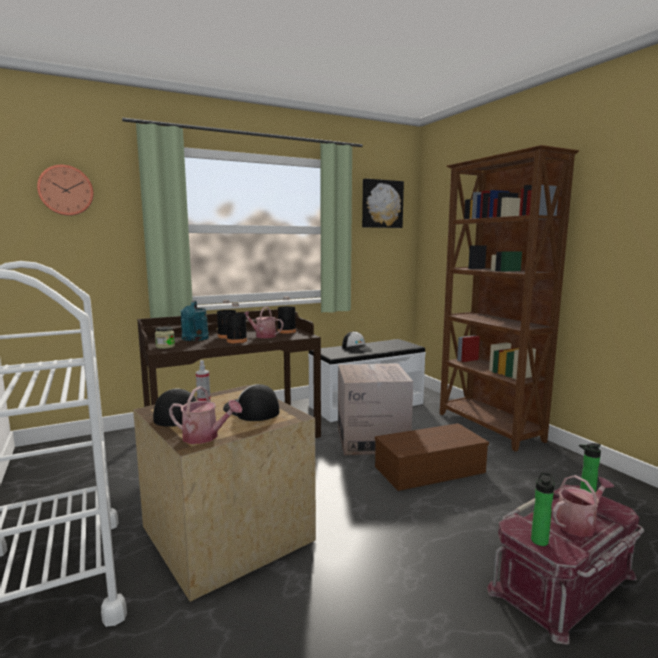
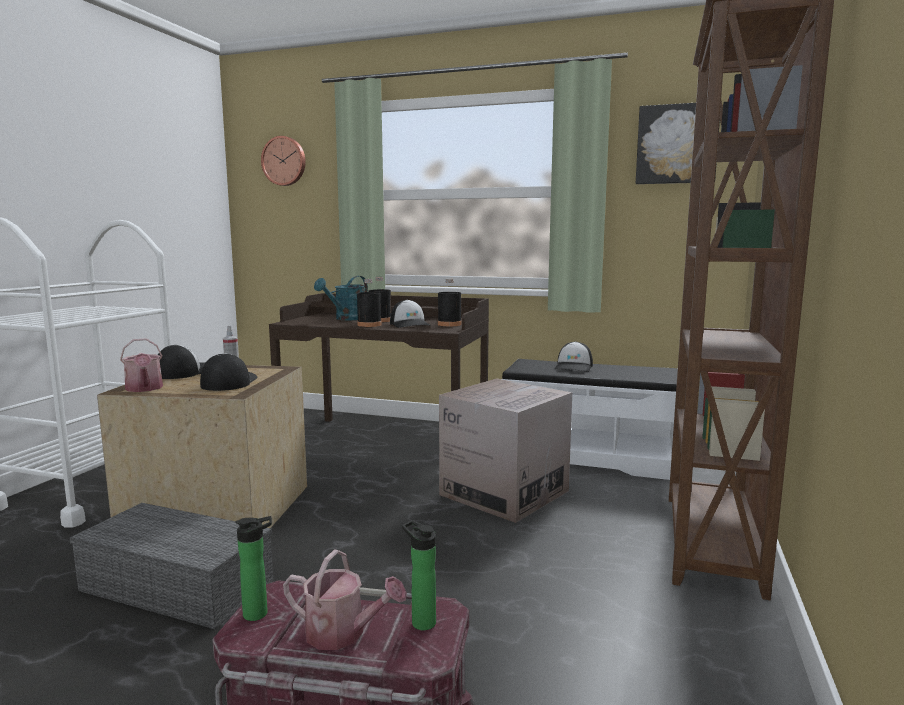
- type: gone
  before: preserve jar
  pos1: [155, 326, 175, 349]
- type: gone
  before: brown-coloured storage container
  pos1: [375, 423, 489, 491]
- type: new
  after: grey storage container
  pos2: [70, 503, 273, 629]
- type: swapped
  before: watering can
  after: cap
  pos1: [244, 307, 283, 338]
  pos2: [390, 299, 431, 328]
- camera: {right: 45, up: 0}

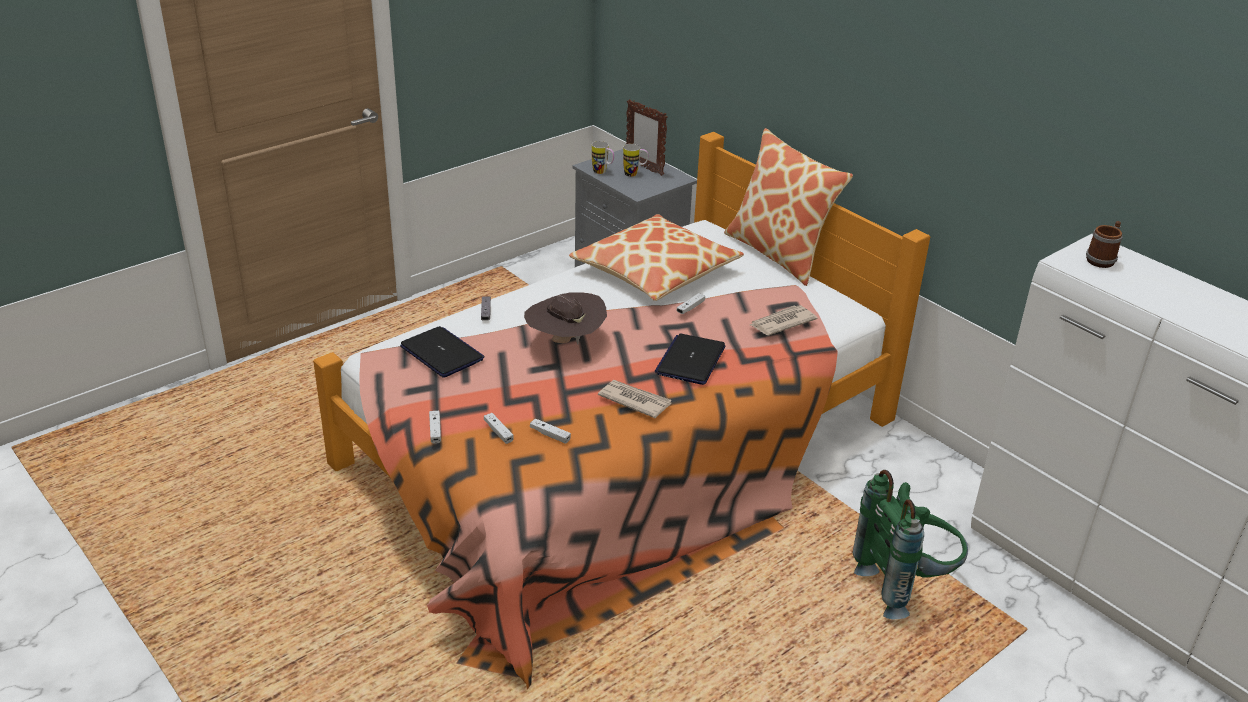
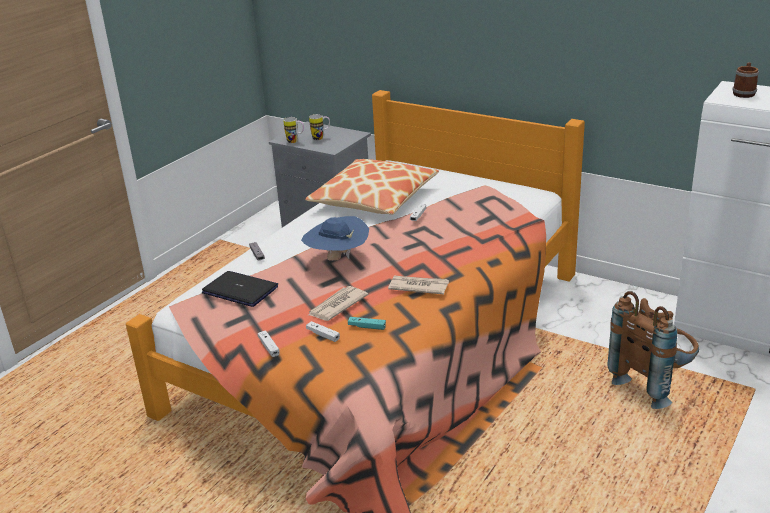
- type: gone
  before: photo frame
  pos1: [626, 99, 668, 176]
- type: gone
  before: laptop
  pos1: [655, 334, 726, 385]
- type: gone
  before: throw pillow
  pos1: [724, 128, 853, 286]
- type: shifted
  before: newspaper
  pos1: [750, 305, 817, 335]
  pos2: [308, 286, 368, 321]
- type: repainted
  before: brown-coloured clothing hat
  after: blue-coloured clothing hat
  pos1: [524, 292, 607, 345]
  pos2: [301, 216, 369, 261]
- type: repainted
  before: white-coloured joypad
  after: turquoise-coloured joypad
  pos1: [530, 418, 571, 444]
  pos2: [348, 317, 386, 330]
- type: repainted
  before: greenish knapsack
  after: brown-coloured knapsack
  pos1: [853, 470, 968, 619]
  pos2: [607, 291, 699, 409]
- camera: {right: -15, up: -5}

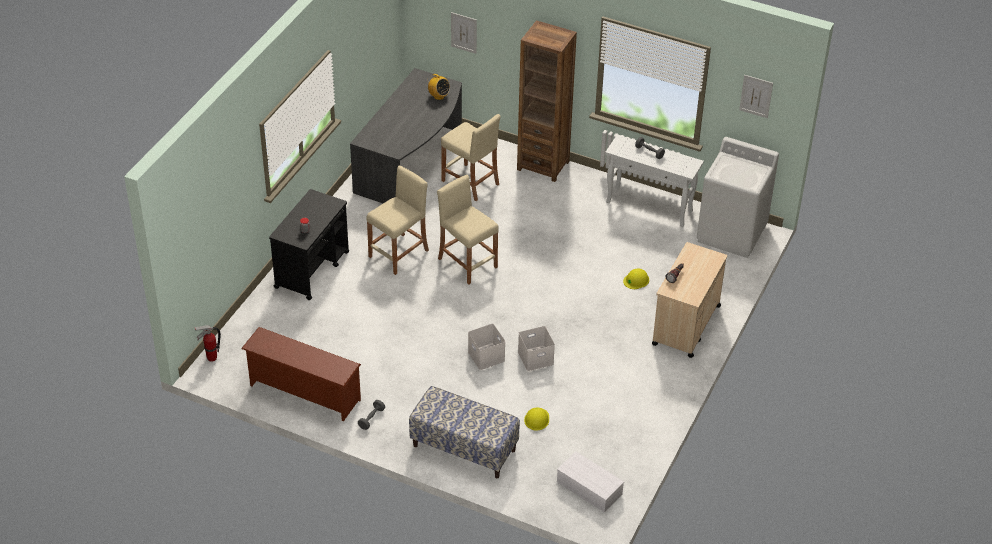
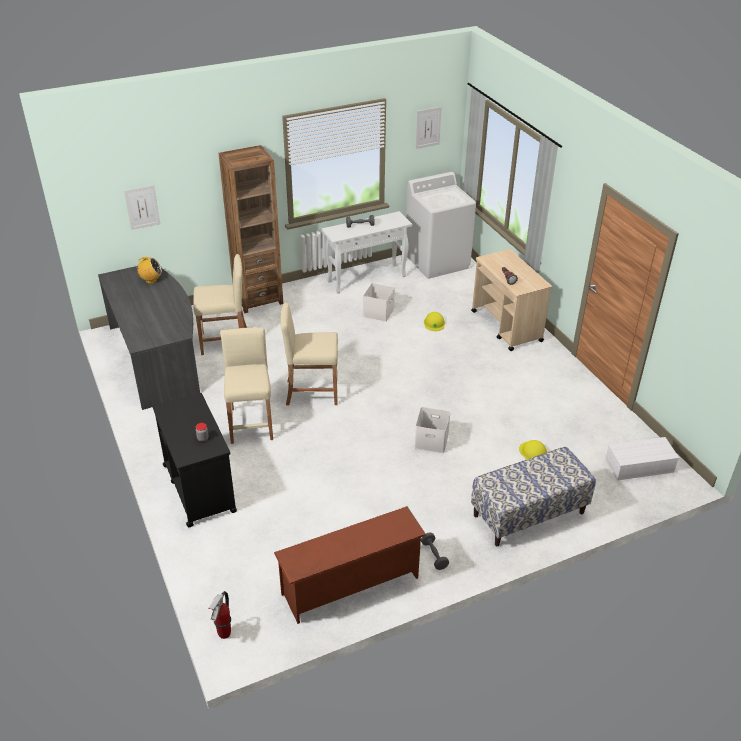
- type: shifted
  before: white-coloured storage container
  pos1: [518, 326, 555, 371]
  pos2: [363, 283, 395, 322]
- camera: {right: -50, up: -5}

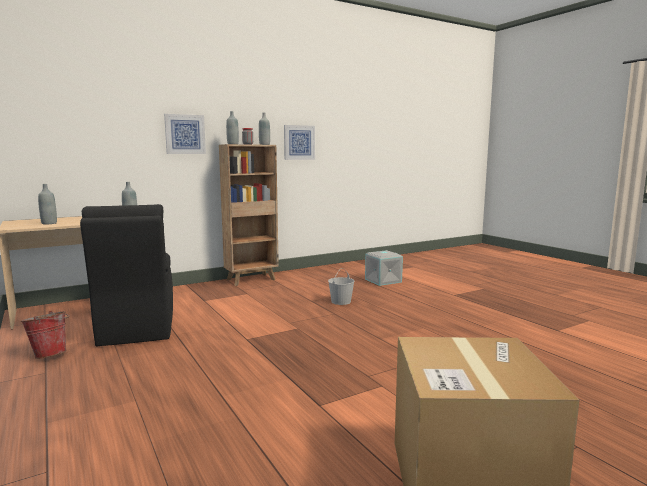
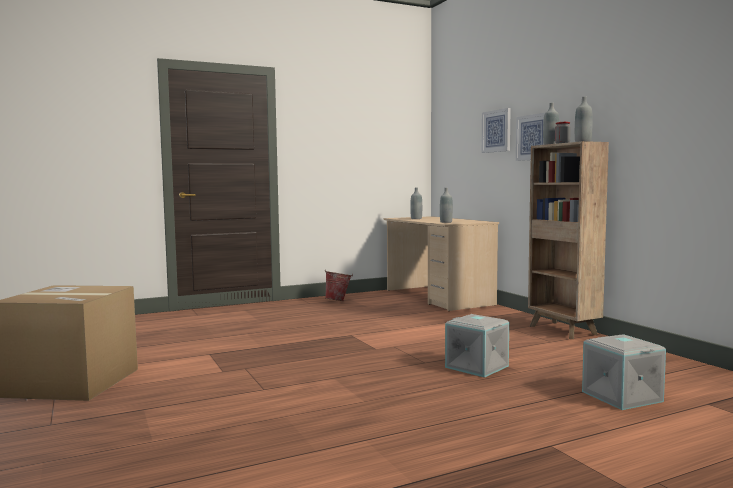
- type: gone
  before: blackish upright chair
  pos1: [80, 204, 173, 346]
- type: shifted
  before: picture
  pos1: [284, 125, 315, 160]
  pos2: [482, 108, 511, 153]
- type: swapped
  before: white-coloured pail
  after: grey storage container
  pos1: [328, 268, 355, 305]
  pos2: [445, 314, 509, 378]
- camera: {right: 95, up: -5}

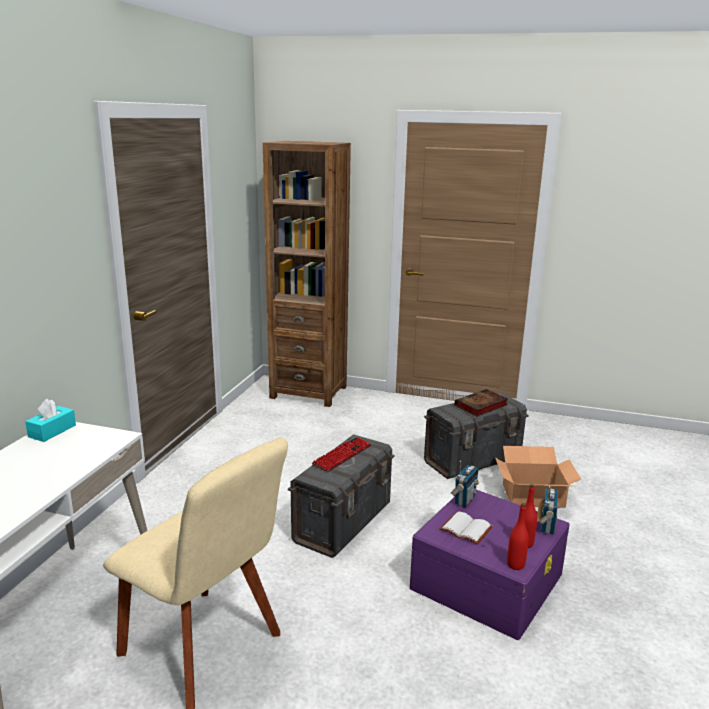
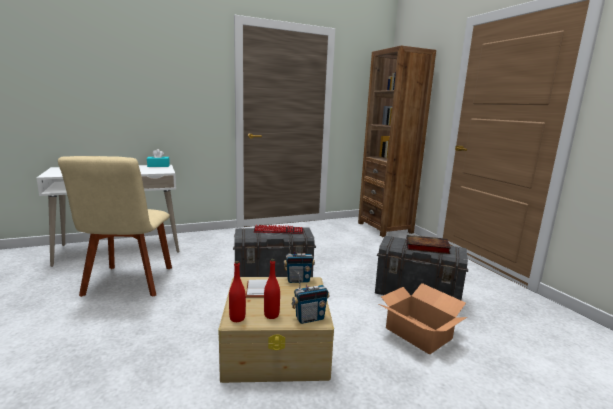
- type: repainted
  before: purple-coloured storage container
  after: beige storage container
  pos1: [410, 490, 570, 640]
  pos2: [218, 277, 334, 383]
- camera: {right: 50, up: -5}

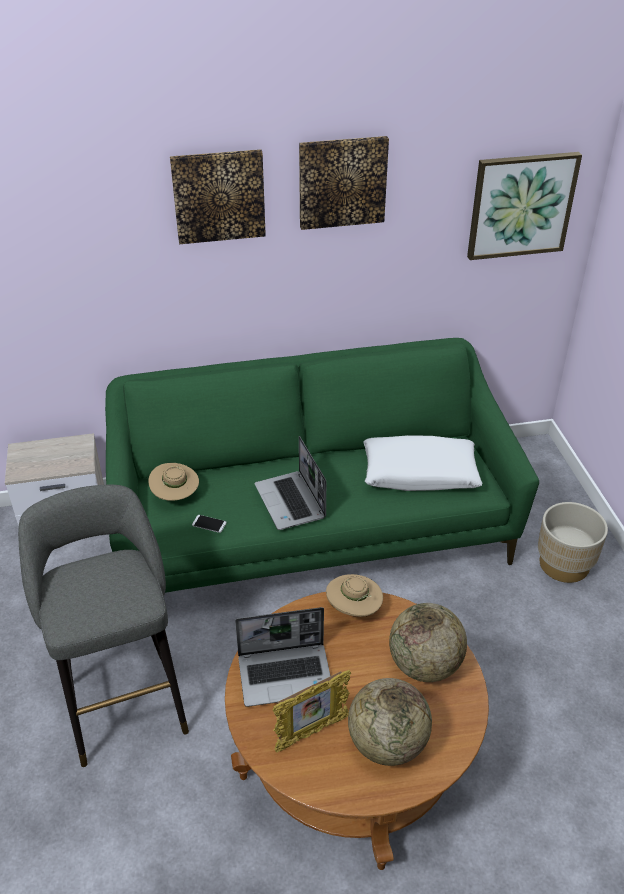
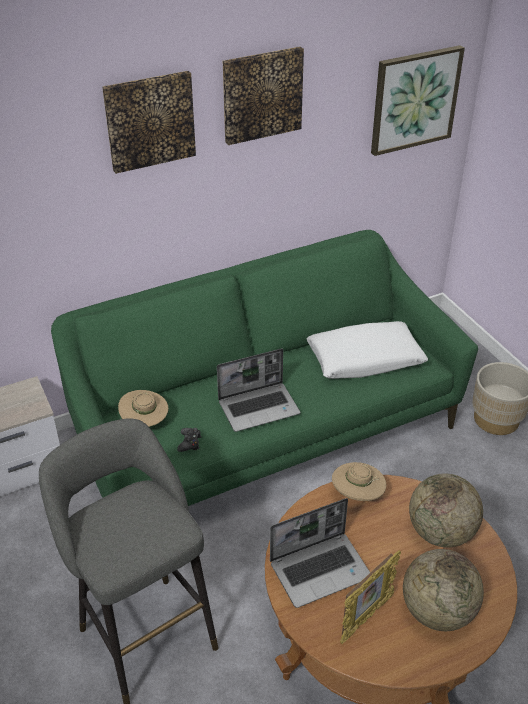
- type: swapped
  before: handset
  after: blackish joypad
  pos1: [192, 515, 227, 533]
  pos2: [177, 428, 201, 452]
- type: rotated
  before: laptop
  pos1: [255, 436, 326, 530]
  pos2: [217, 348, 300, 432]
  turn: -75
- camera: {right: -15, up: 0}

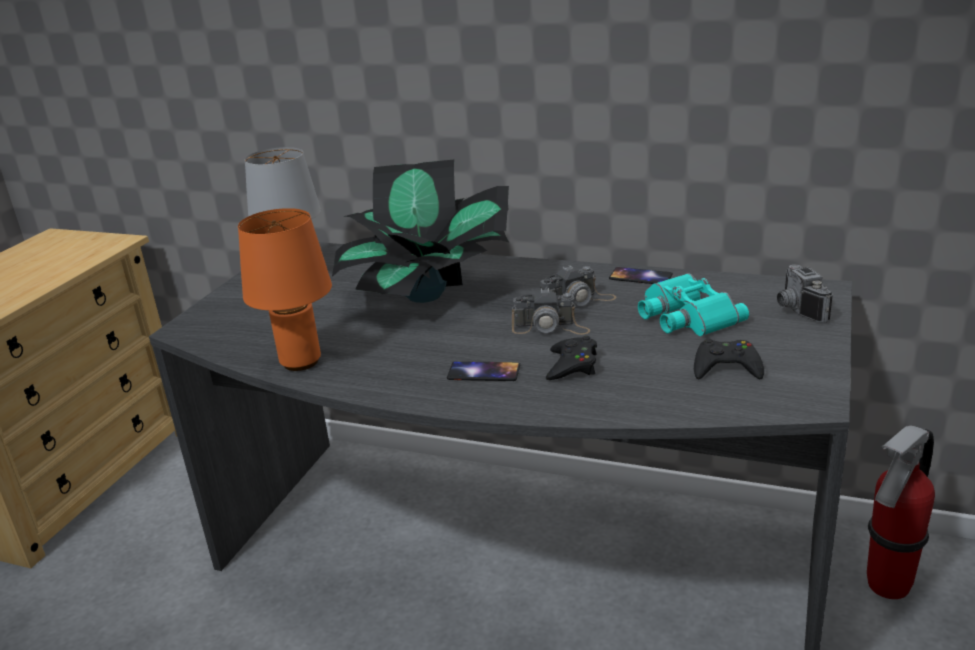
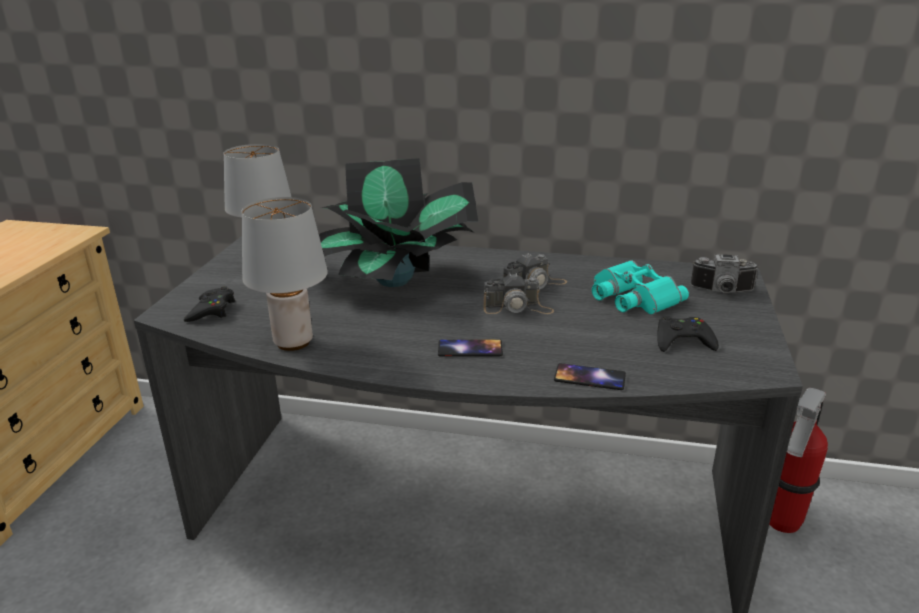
- type: shifted
  before: blackish joypad
  pos1: [546, 336, 597, 380]
  pos2: [184, 286, 235, 322]
- type: shifted
  before: handset
  pos1: [609, 267, 673, 284]
  pos2: [554, 363, 626, 390]
- type: repainted
  before: orangey lamp for a table
  after: grey lamp for a table
  pos1: [238, 208, 332, 371]
  pos2: [241, 197, 328, 351]
- type: rotated
  before: still camera
  pos1: [777, 264, 832, 323]
  pos2: [691, 254, 759, 293]
  turn: -60
- camera: {right: -10, up: 0}

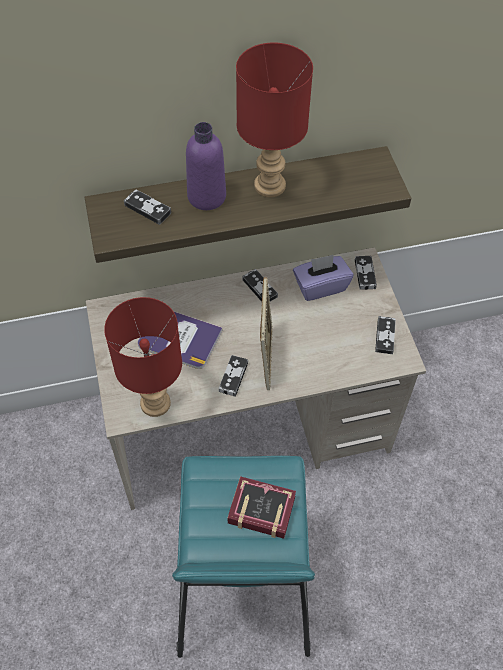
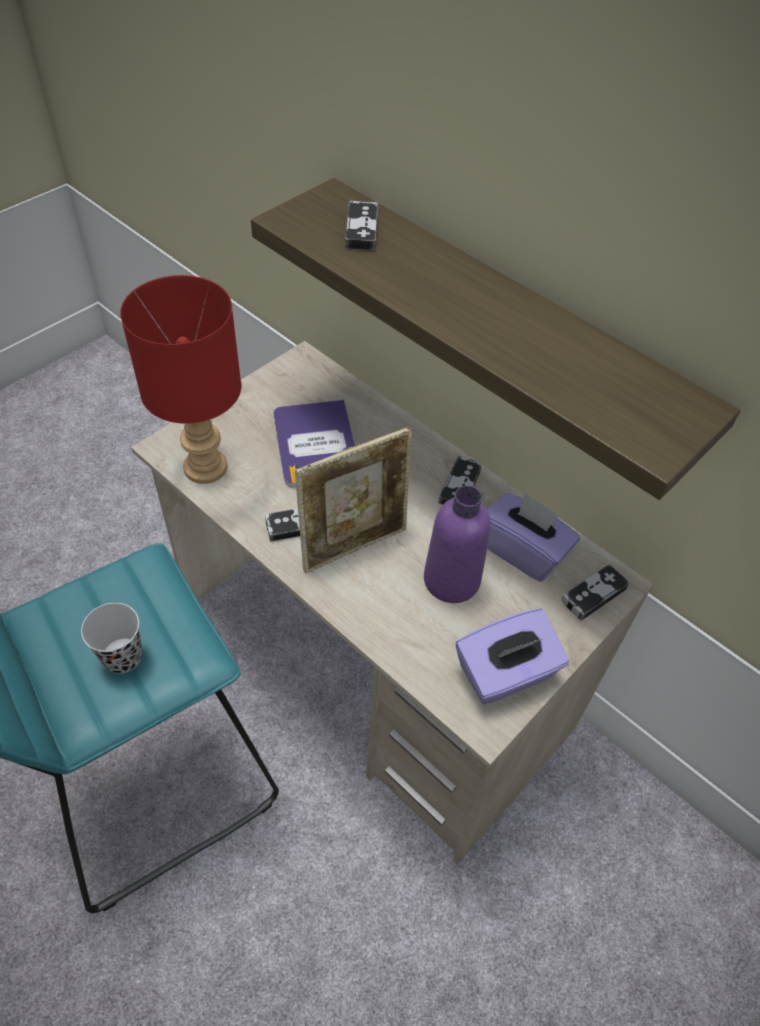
- type: gone
  before: red lamp for a table
  pos1: [236, 42, 313, 197]
- type: shifted
  before: purple-coloured beverage bottle
  pos1: [186, 122, 226, 210]
  pos2: [424, 486, 491, 603]
- type: swapped
  before: volume
  after: blackish cup
  pos1: [227, 476, 296, 539]
  pos2: [81, 603, 142, 674]
- type: swapped
  before: joypad
  after: purple-coloured tissue box
  pos1: [375, 316, 396, 354]
  pos2: [456, 608, 569, 705]
- camera: {right: 55, up: -5}

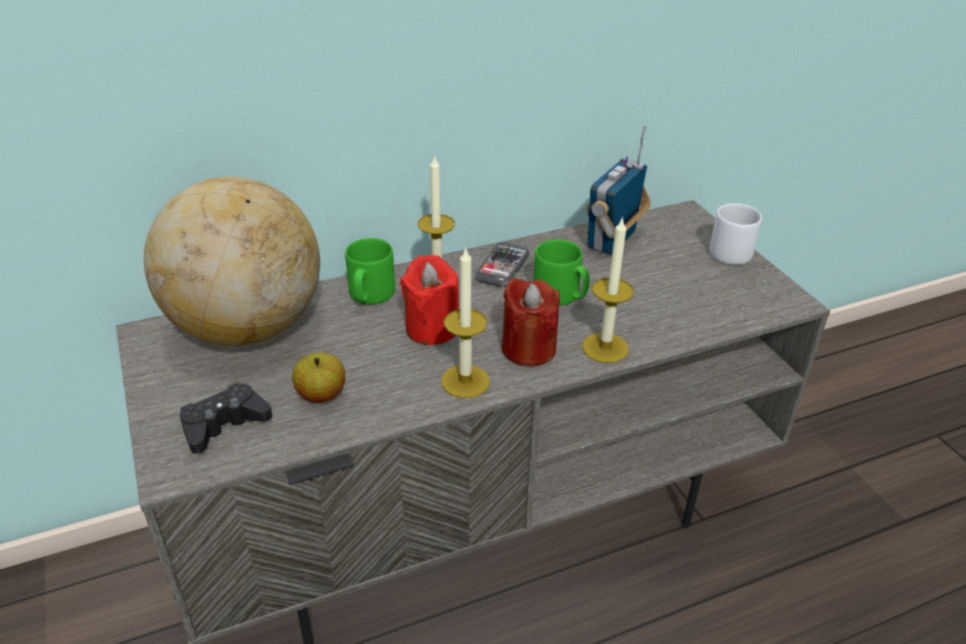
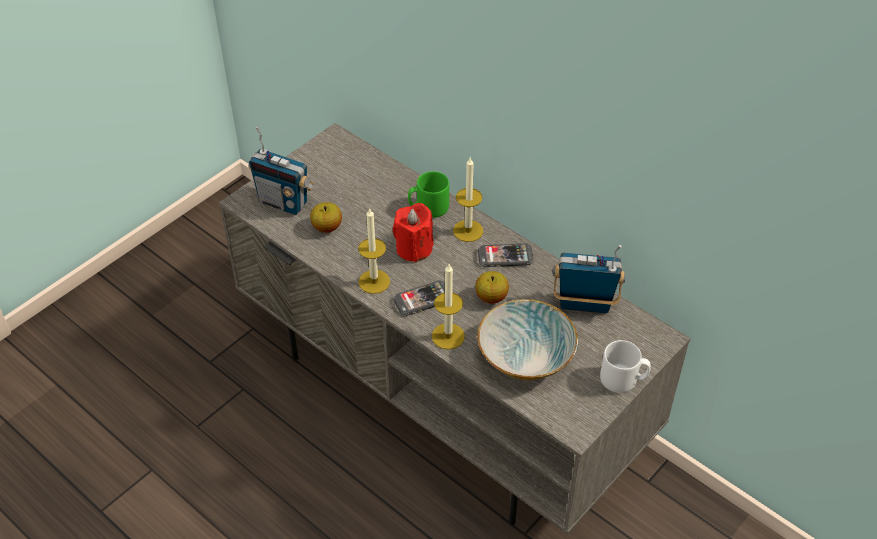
- type: gone
  before: globe
  pos1: [144, 177, 320, 346]
- type: new
  after: bowl
  pos2: [477, 299, 578, 380]
- type: swapped
  before: blackish joypad
  after: radio receiver
  pos1: [180, 382, 272, 454]
  pos2: [248, 127, 314, 215]
- type: swapped
  before: red wax light
  after: handset
  pos1: [501, 278, 560, 367]
  pos2: [394, 280, 445, 316]
- type: swapped
  before: greenish mug
  after: apple
  pos1: [533, 239, 590, 306]
  pos2: [475, 271, 509, 304]
- camera: {right: 65, up: 10}

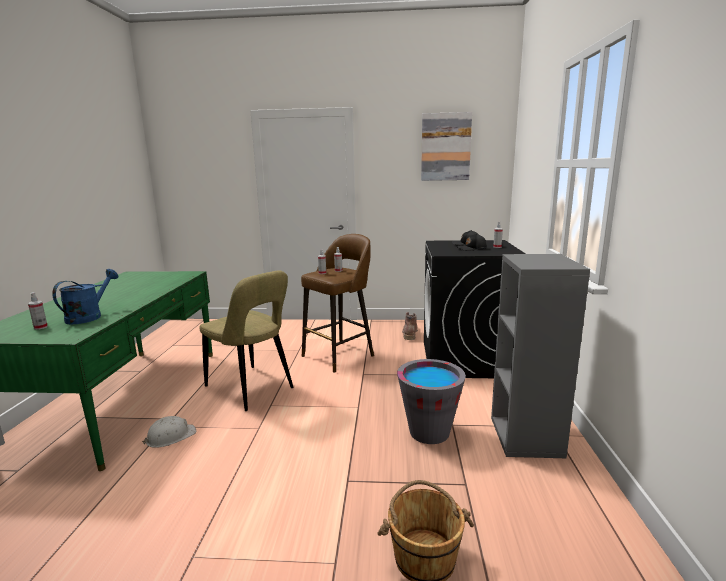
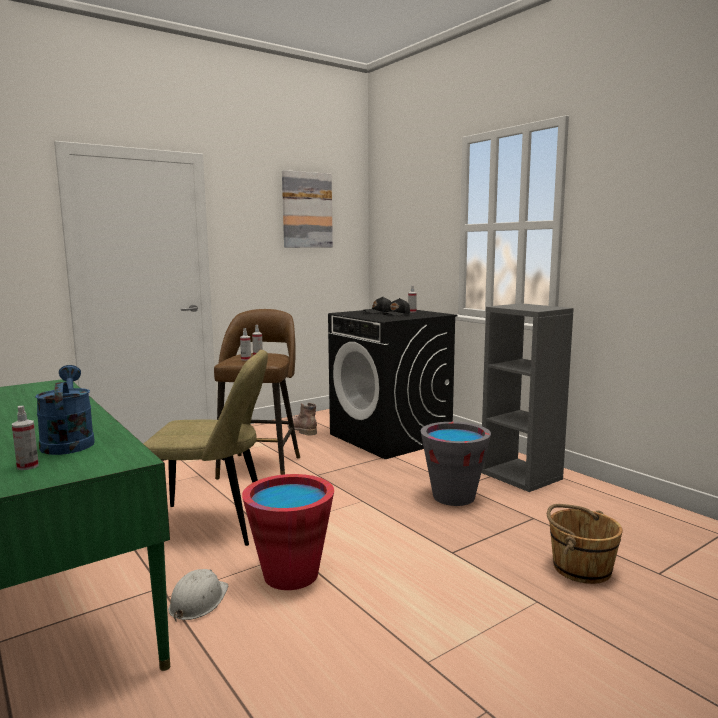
- type: new
  after: red pail
  pos2: [242, 474, 334, 590]
- camera: {right: -40, up: -5}

